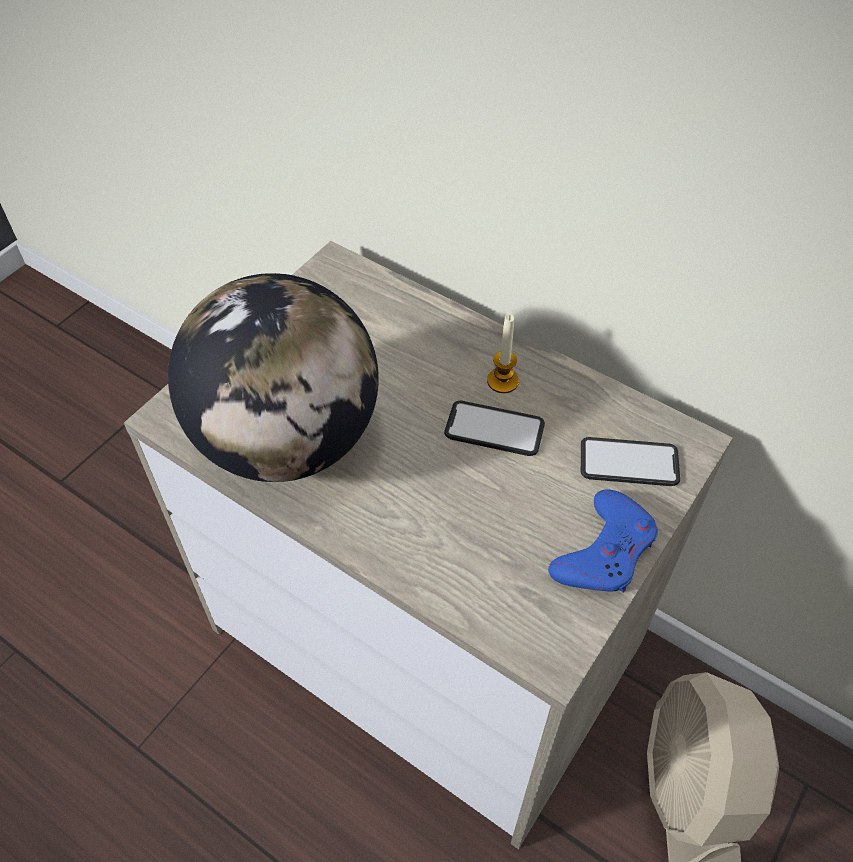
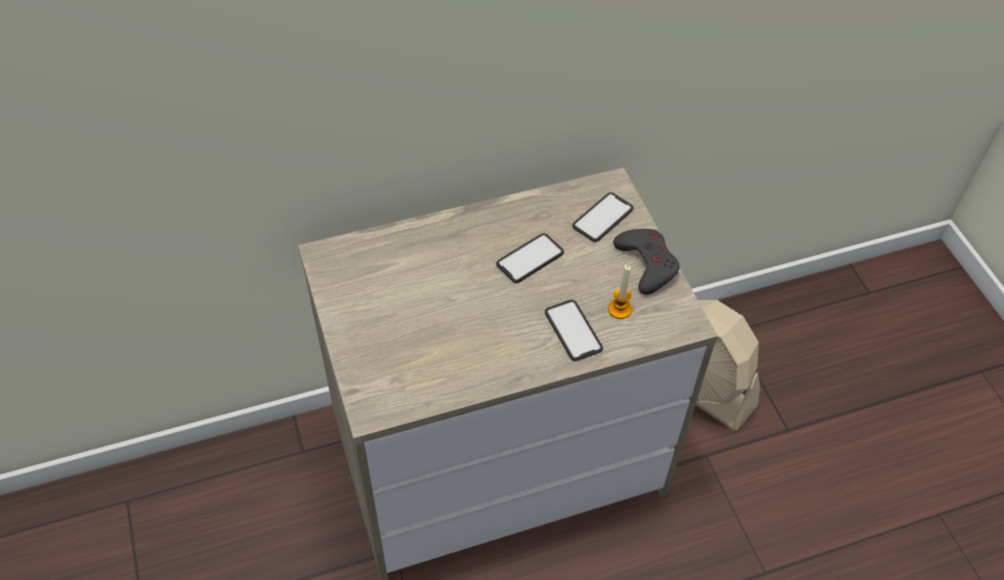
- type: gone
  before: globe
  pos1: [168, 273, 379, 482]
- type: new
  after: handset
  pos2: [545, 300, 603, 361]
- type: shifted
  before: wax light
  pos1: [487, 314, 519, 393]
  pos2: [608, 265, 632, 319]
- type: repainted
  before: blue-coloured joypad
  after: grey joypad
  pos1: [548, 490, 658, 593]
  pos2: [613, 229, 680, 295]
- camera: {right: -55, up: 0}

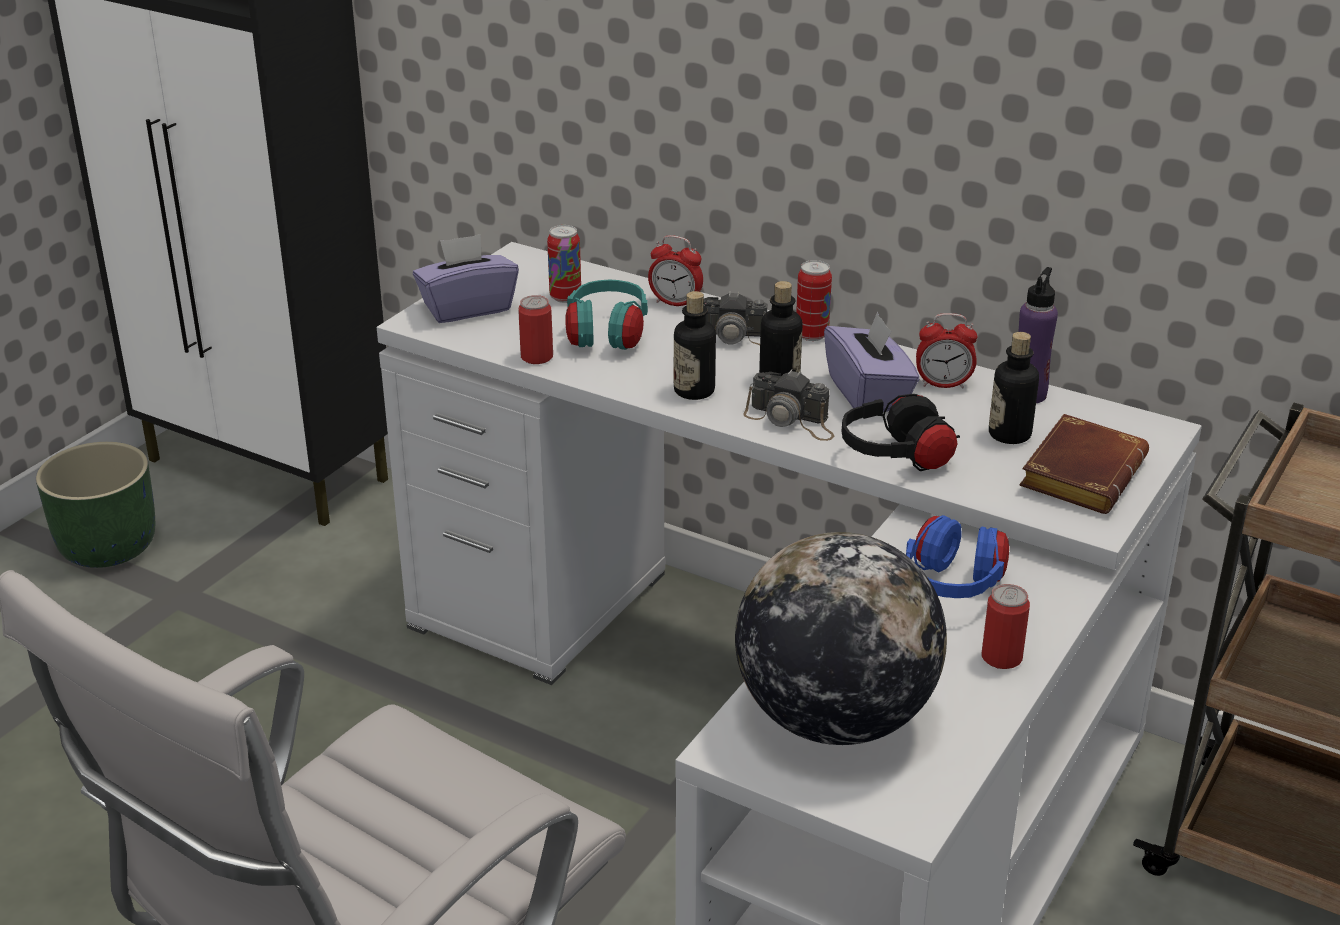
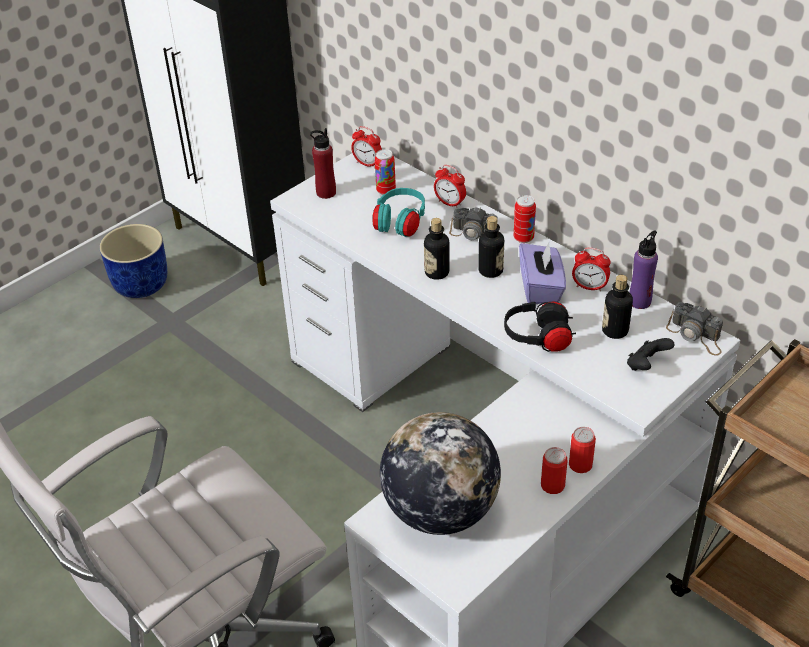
- type: gone
  before: blue-coloured headphones
  pos1: [906, 515, 1009, 598]
- type: new
  after: bedside clock
  pos2: [351, 126, 382, 168]
- type: shifted
  before: sealed can
  pos1: [518, 295, 553, 364]
  pos2: [569, 427, 596, 473]
- type: shifted
  before: still camera
  pos1: [743, 369, 835, 441]
  pos2: [666, 302, 723, 356]
- type: swapped
  before: purple-coloured tissue box
  after: red beverage bottle
  pos1: [413, 234, 519, 323]
  pos2: [310, 128, 336, 199]
- type: swapped
  before: brown-coloured volume
  after: blackish joypad
  pos1: [1020, 414, 1149, 514]
  pos2: [627, 338, 675, 371]
- type: repainted
  before: greenish flower pot
  after: blue-coloured flower pot
  pos1: [36, 442, 155, 568]
  pos2: [99, 224, 167, 298]
- camera: {right: 15, up: 10}

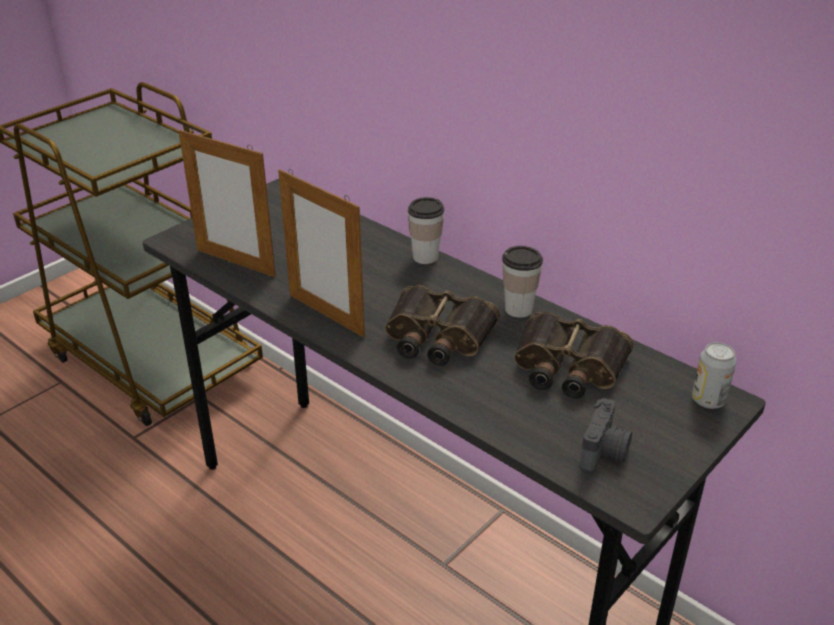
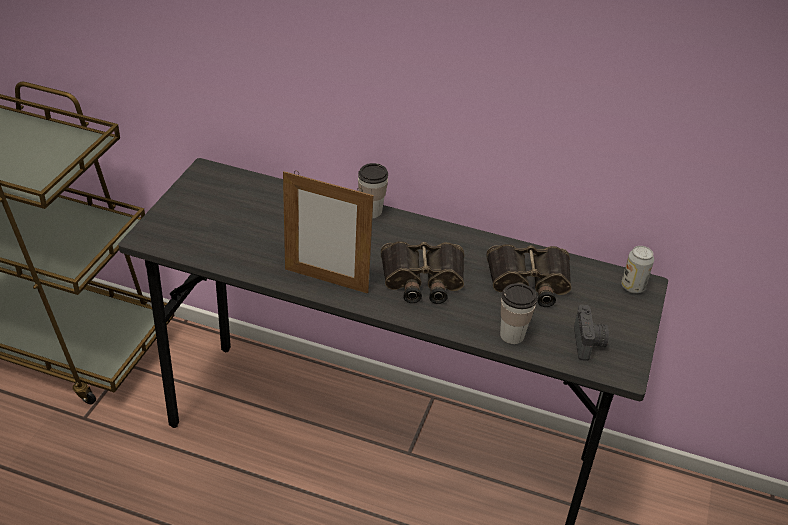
- type: gone
  before: photo frame
  pos1: [178, 128, 276, 277]
- type: shifted
  before: cup
  pos1: [502, 246, 543, 318]
  pos2: [500, 283, 537, 344]
- camera: {right: -25, up: 5}

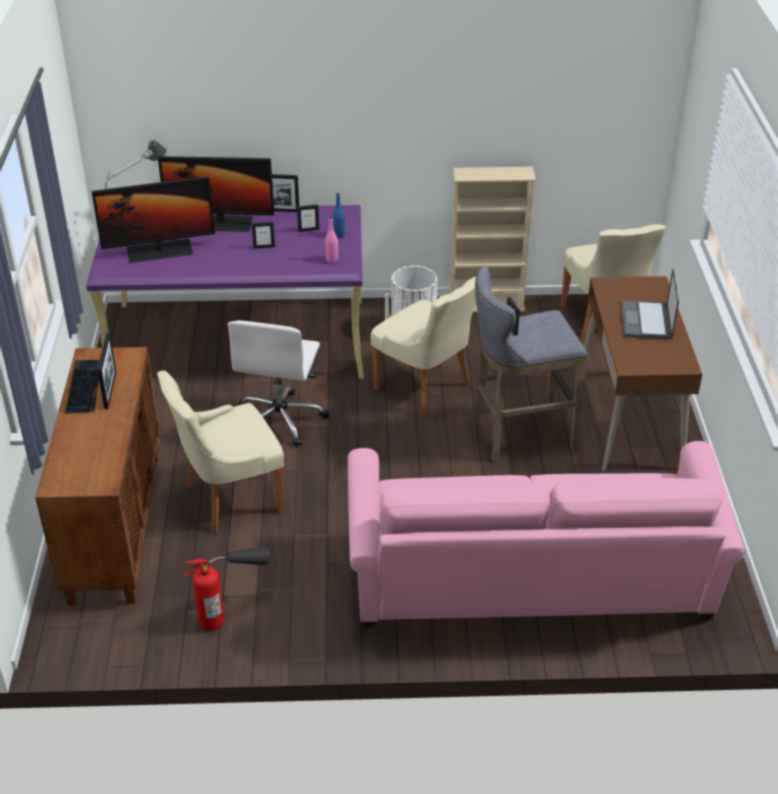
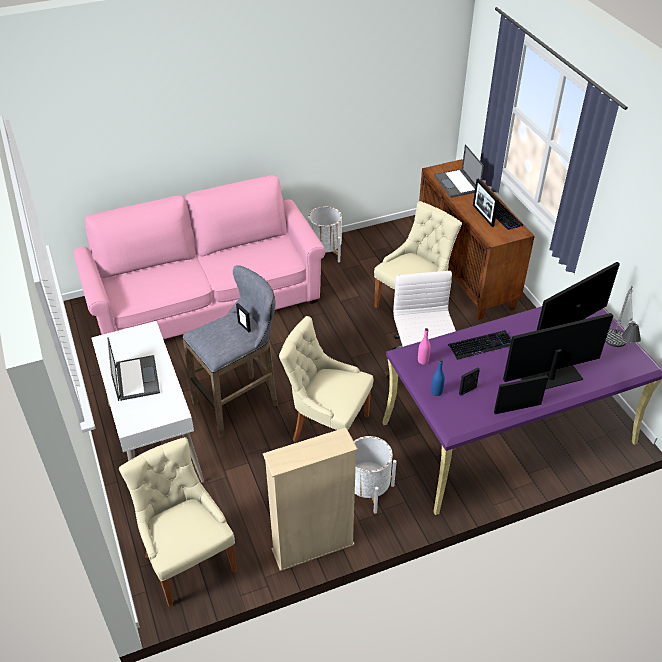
- type: gone
  before: fire extinguisher
  pos1: [183, 546, 270, 631]
- type: gone
  before: photo frame
  pos1: [252, 221, 275, 249]
- type: new
  after: white-coloured flower pot
  pos2: [308, 206, 342, 263]
- type: new
  after: laptop
  pos2: [434, 144, 484, 198]
- type: new
  after: computer keyboard
  pos2: [448, 330, 512, 360]
- type: repainted
  before: brown-coloured desk table
  after: white-coloured desk table
  pos1: [584, 276, 702, 472]
  pos2: [92, 321, 204, 483]
- camera: {right: 160, up: 5}

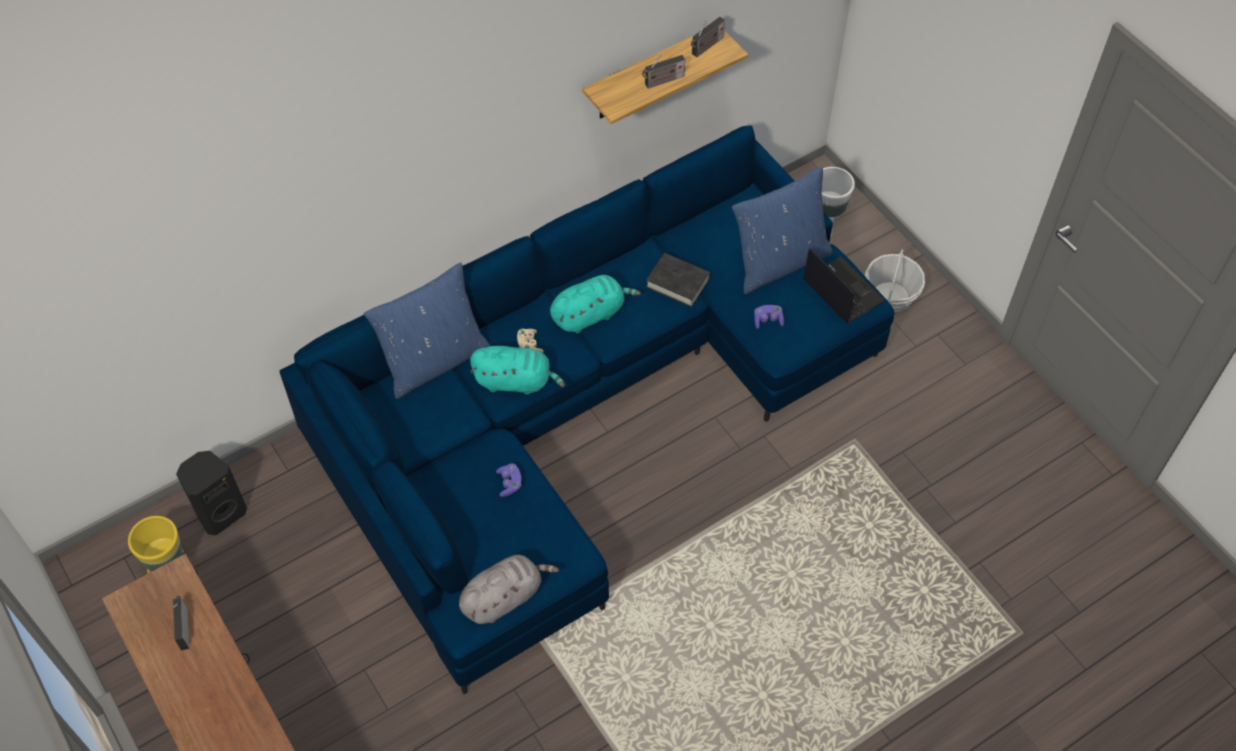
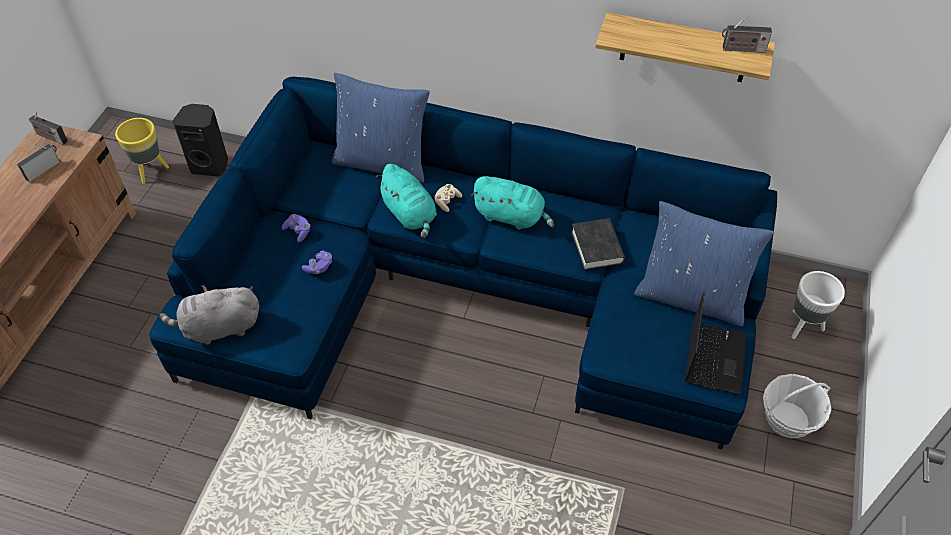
- type: shifted
  before: radio receiver
  pos1: [642, 55, 685, 89]
  pos2: [29, 112, 68, 145]
- type: shifted
  before: purple-coloured joypad
  pos1: [754, 305, 784, 329]
  pos2: [282, 214, 311, 242]
- type: rotated
  before: grey cuddly toy
  pos1: [459, 555, 559, 624]
  pos2: [160, 285, 259, 345]
  turn: 150
- camera: {right: 50, up: -5}

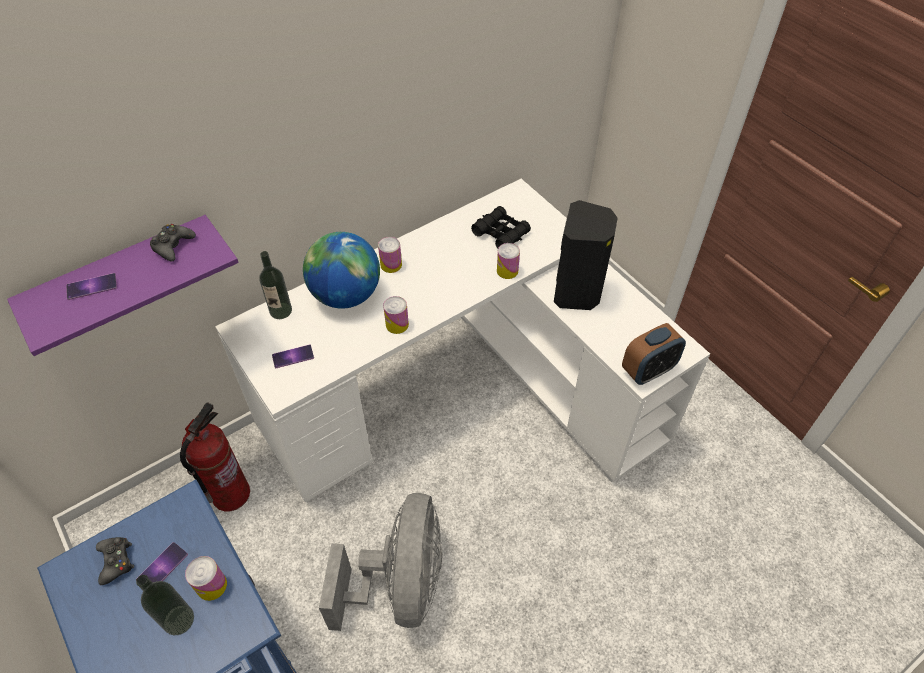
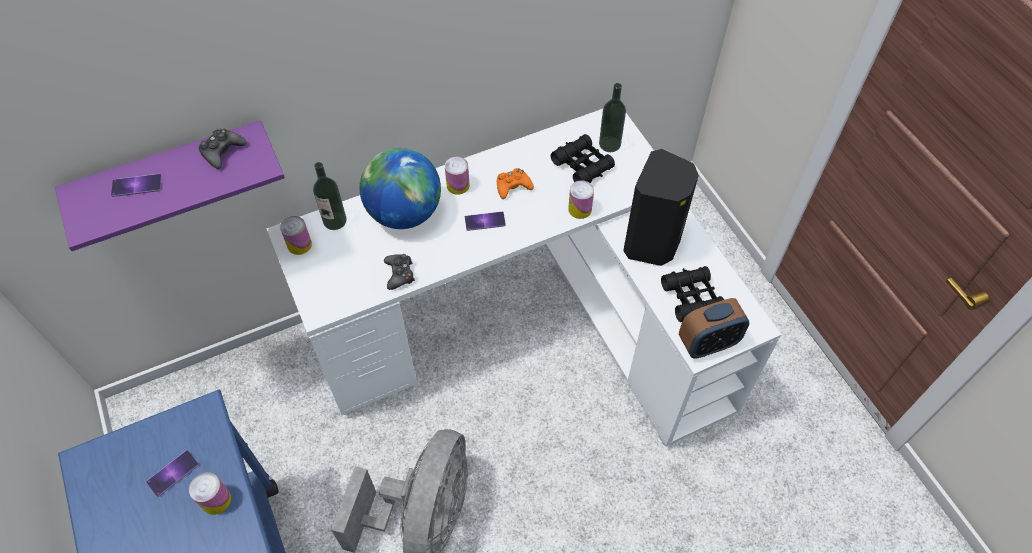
- type: gone
  before: fire extinguisher
  pos1: [180, 402, 250, 511]
- type: new
  after: orangey joypad
  pos2: [497, 168, 534, 199]
- type: new
  after: blackish pair of binoculars
  pos2: [661, 266, 724, 322]
- type: shifted
  before: blackish joypad
  pos1: [96, 537, 134, 585]
  pos2: [384, 254, 415, 290]
- type: shifted
  before: beverage bottle
  pos1: [136, 575, 194, 635]
  pos2: [599, 83, 626, 152]
- type: shifted
  before: handset
  pos1: [272, 345, 314, 368]
  pos2: [465, 211, 506, 231]
- type: shifted
  before: sealed can
  pos1: [383, 296, 409, 334]
  pos2: [280, 216, 312, 255]
- camera: {right: 10, up: 5}

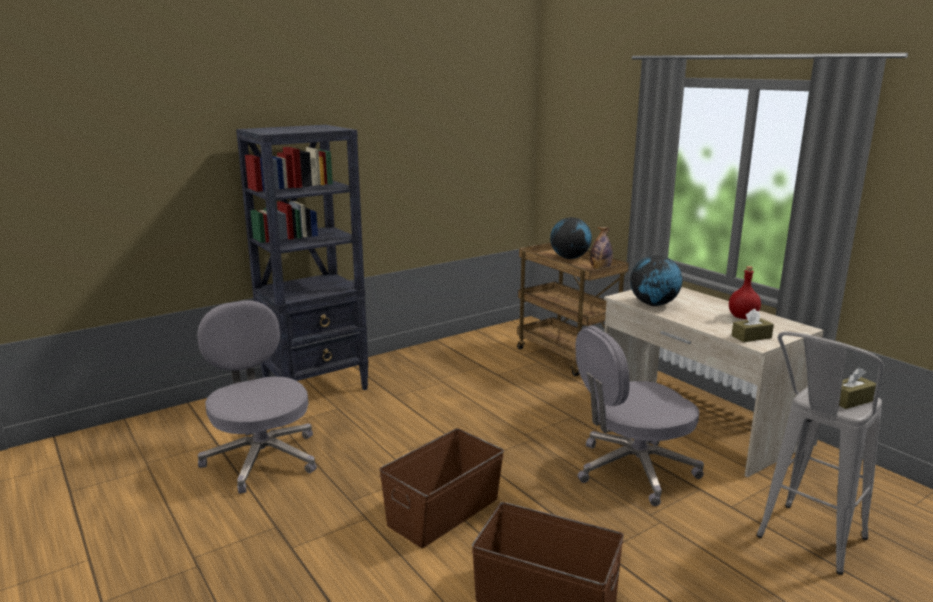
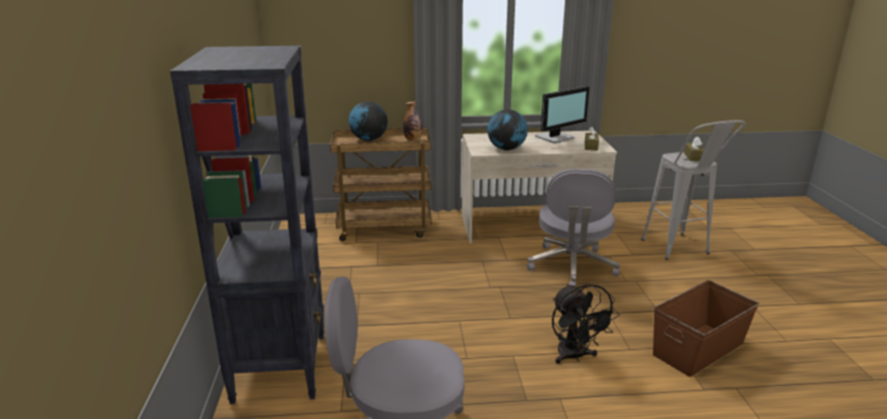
- type: swapped
  before: brown-coloured storage container
  after: blackish electric fan
  pos1: [379, 428, 504, 548]
  pos2: [552, 284, 620, 364]
- type: swapped
  before: red beverage bottle
  after: computer display
  pos1: [729, 266, 761, 319]
  pos2: [535, 86, 590, 144]
- camera: {right: -60, up: 5}

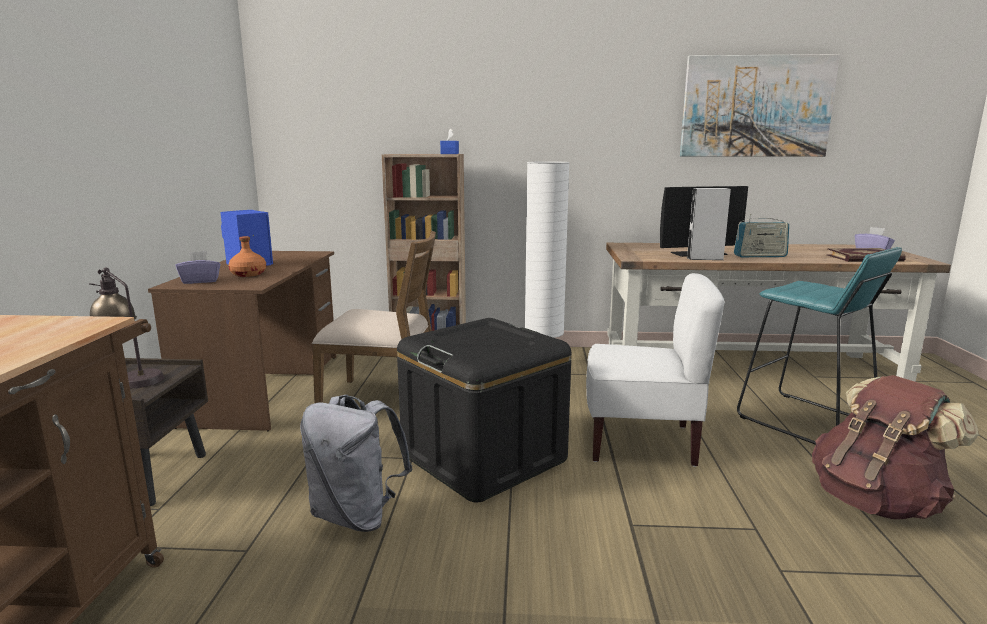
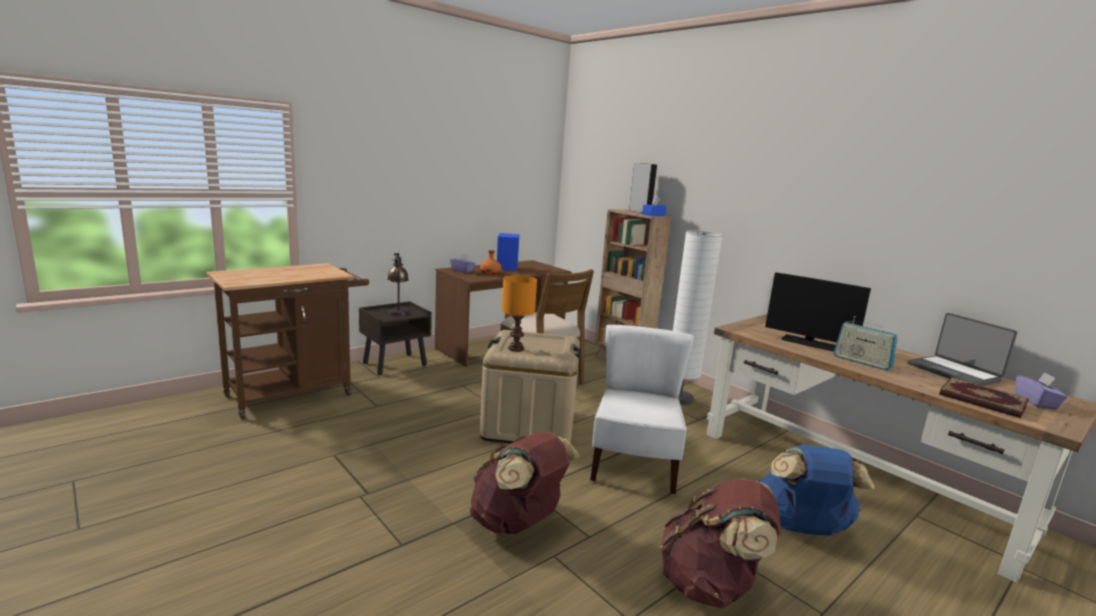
- type: gone
  before: grey knapsack
  pos1: [300, 395, 412, 532]
- type: gone
  before: picture
  pos1: [680, 54, 840, 157]
- type: new
  after: brown-coloured knapsack
  pos2: [470, 431, 580, 534]
- type: new
  after: orangey lamp for a table
  pos2: [502, 275, 537, 352]
- type: new
  after: laptop
  pos2: [907, 313, 1017, 386]
- type: shifted
  before: grey speaker
  pos1: [687, 188, 731, 260]
  pos2: [629, 163, 657, 213]
- type: swapped
  before: turquoise-coloured sitting stool
  after: blue-coloured knapsack
  pos1: [737, 247, 902, 445]
  pos2: [758, 444, 875, 536]
- type: repainted
  before: blackish storage container
  after: beige storage container
  pos1: [397, 318, 572, 502]
  pos2: [480, 330, 581, 443]
- type: rotated
  before: white-coloured upright chair
  pos1: [586, 273, 725, 467]
  pos2: [590, 325, 694, 495]
  turn: -135
- camera: {right: 45, up: 0}

